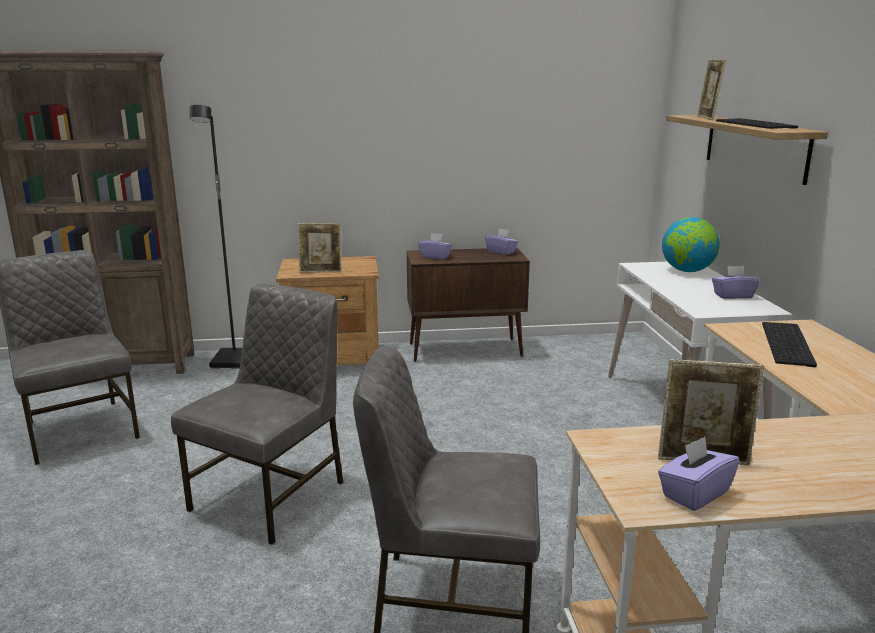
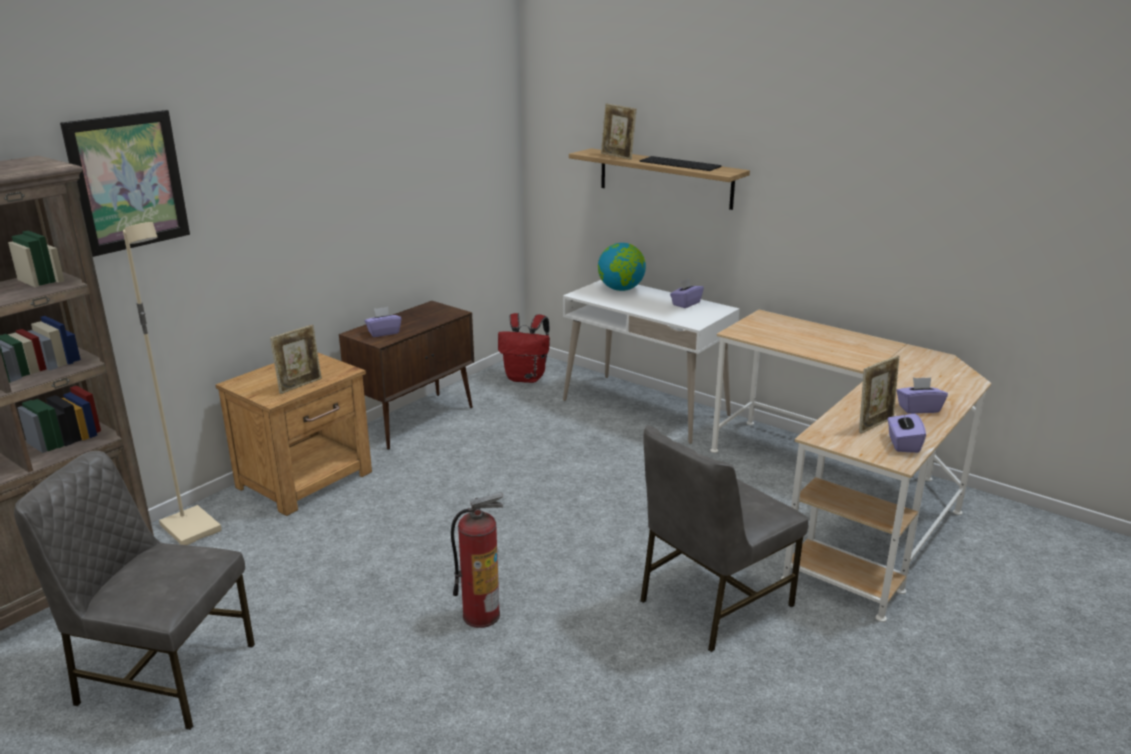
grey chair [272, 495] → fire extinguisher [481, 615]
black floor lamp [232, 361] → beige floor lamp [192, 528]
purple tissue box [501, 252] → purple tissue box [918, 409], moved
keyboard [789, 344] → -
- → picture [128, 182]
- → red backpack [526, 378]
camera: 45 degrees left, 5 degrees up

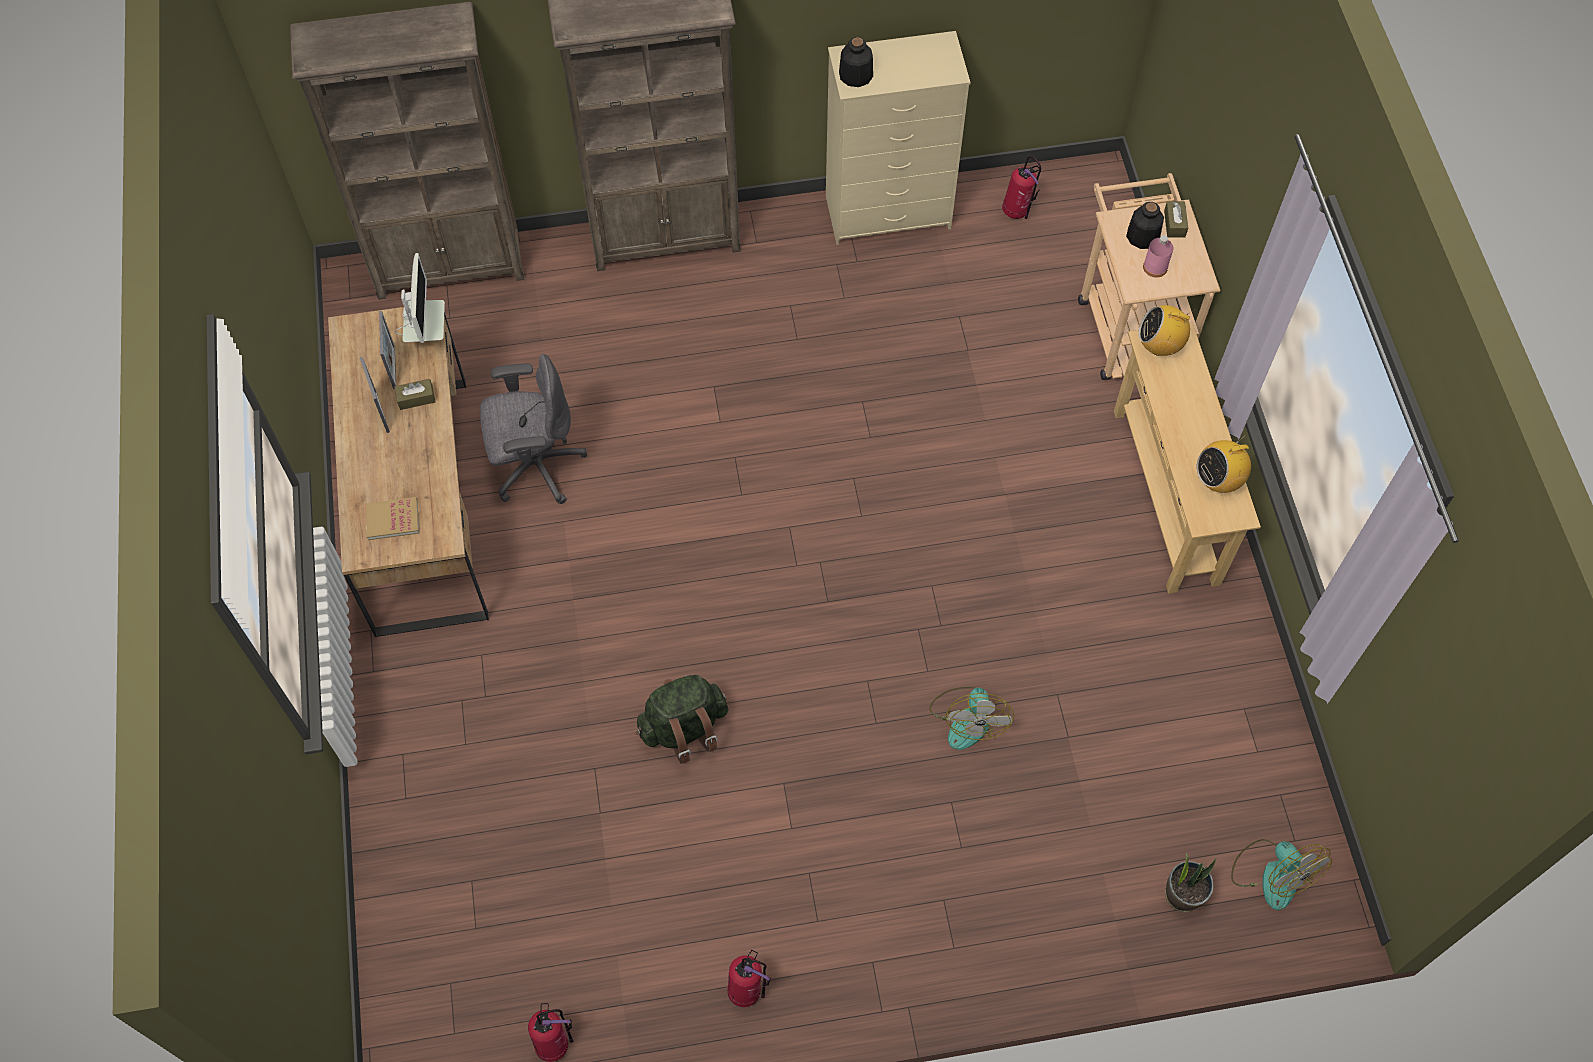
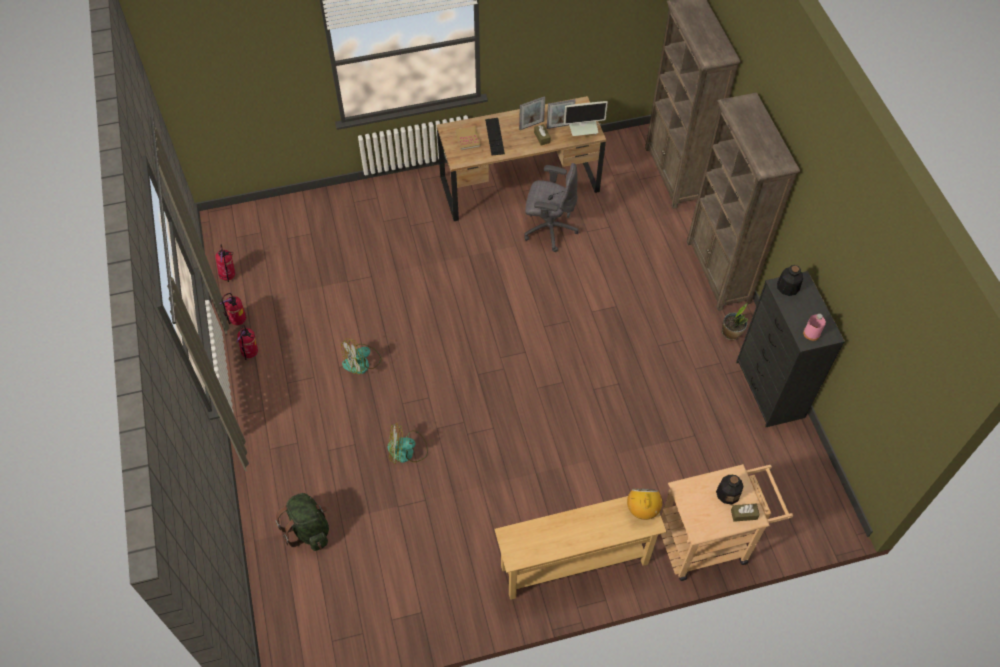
grey office chair [535, 466] → grey office chair [549, 229], 60 degrees counterclockwise
green backpack [684, 728] → green backpack [309, 529], moved
beige dresser [889, 212] → black dresser [770, 390]
fire extinguisher [1017, 212] → fire extinguisher [238, 321], moved
pink bottle [1155, 267] → pink bottle [811, 333], moved
potted plant [1183, 894] → potted plant [731, 333], moved
radio [1218, 480] → -
fan [1272, 873] → fan [362, 362], moved
- → keyboard [494, 136]
camera: 85 degrees right, 5 degrees down

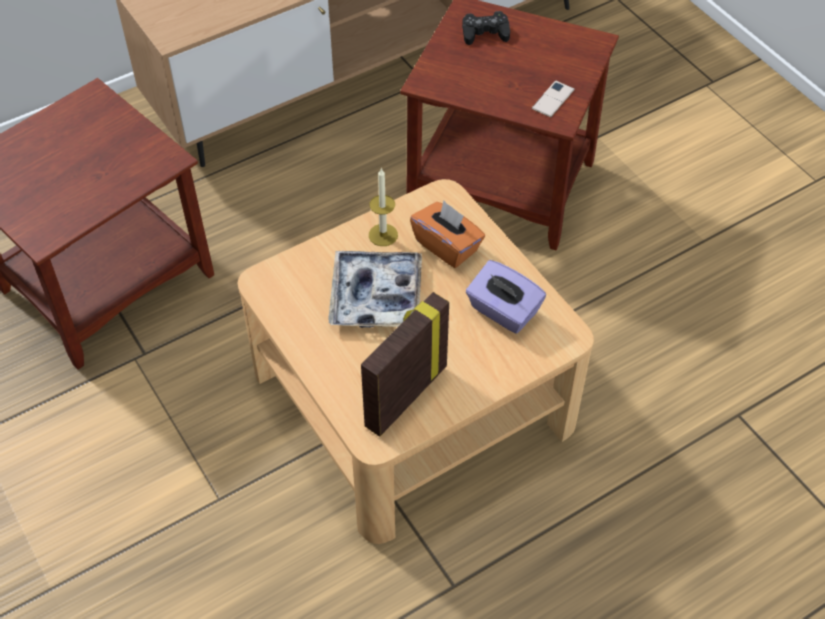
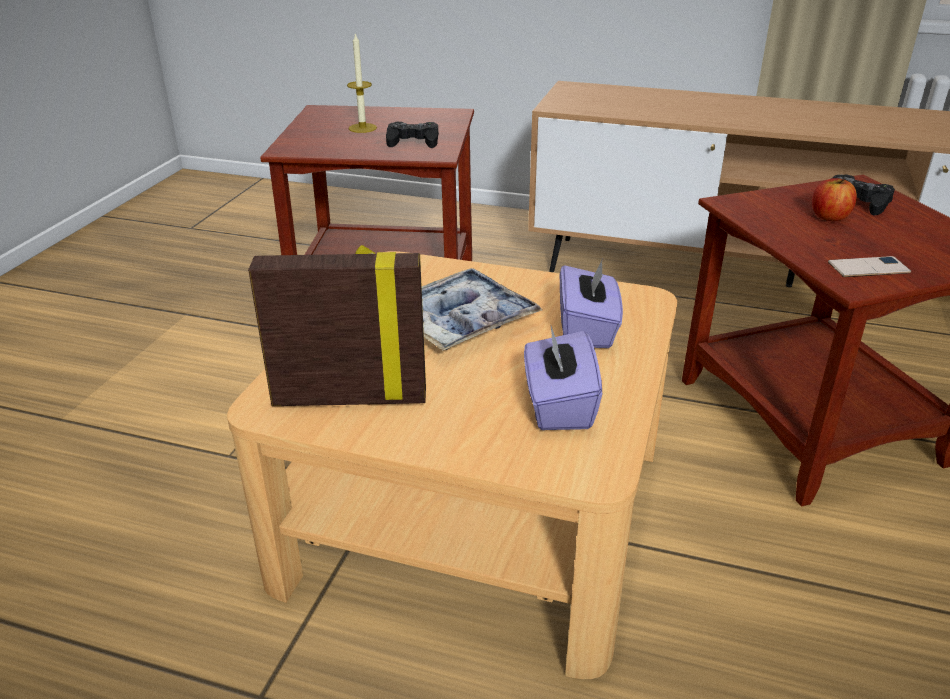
candle [383, 235] → candle [362, 128], moved
orange tissue box [447, 246] → purple tissue box [587, 329]
- → black game controller [413, 142]
- → apple [829, 217]
camera: 50 degrees right, 20 degrees down

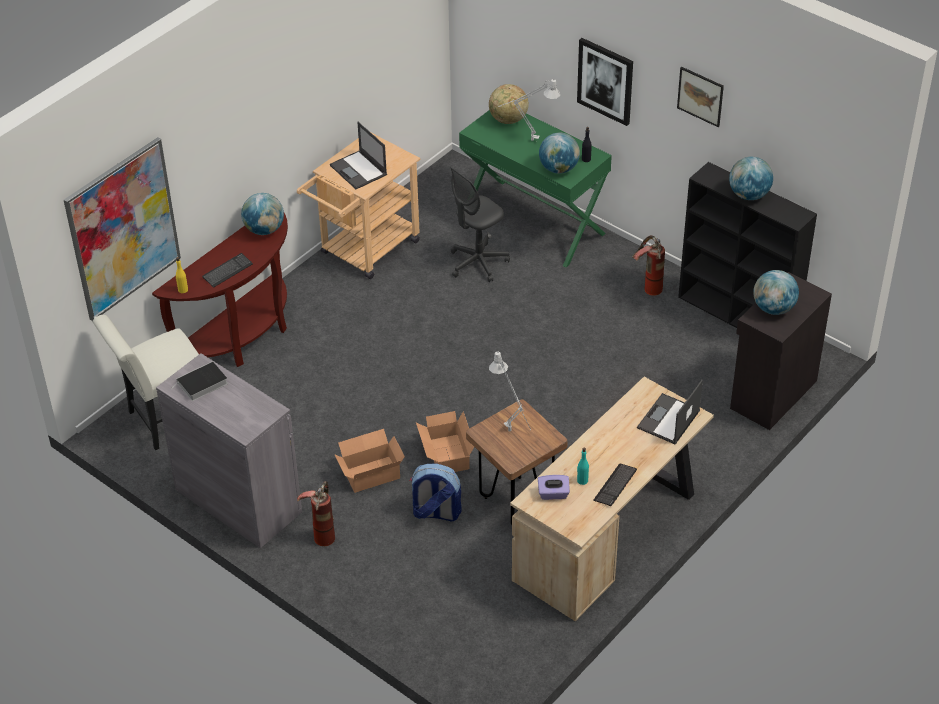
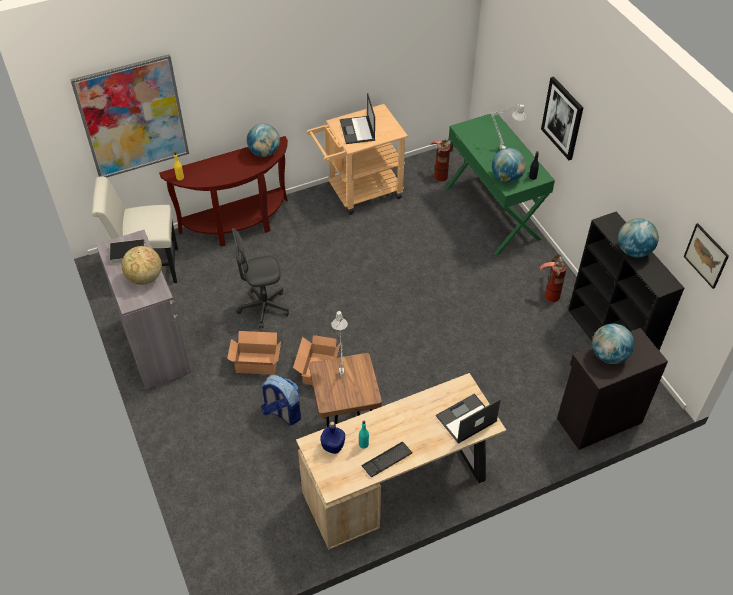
keyboard [227, 271] → -
fire extinguisher [323, 532] → fire extinguisher [441, 173], moved
grey office chair [478, 263] → grey office chair [263, 308], moved
globe [508, 120] → globe [145, 278], moved
purple tissue box [553, 494] → blue bottle [333, 446]
picture [700, 96] → picture [706, 255], moved
camera: 25 degrees right, 5 degrees up

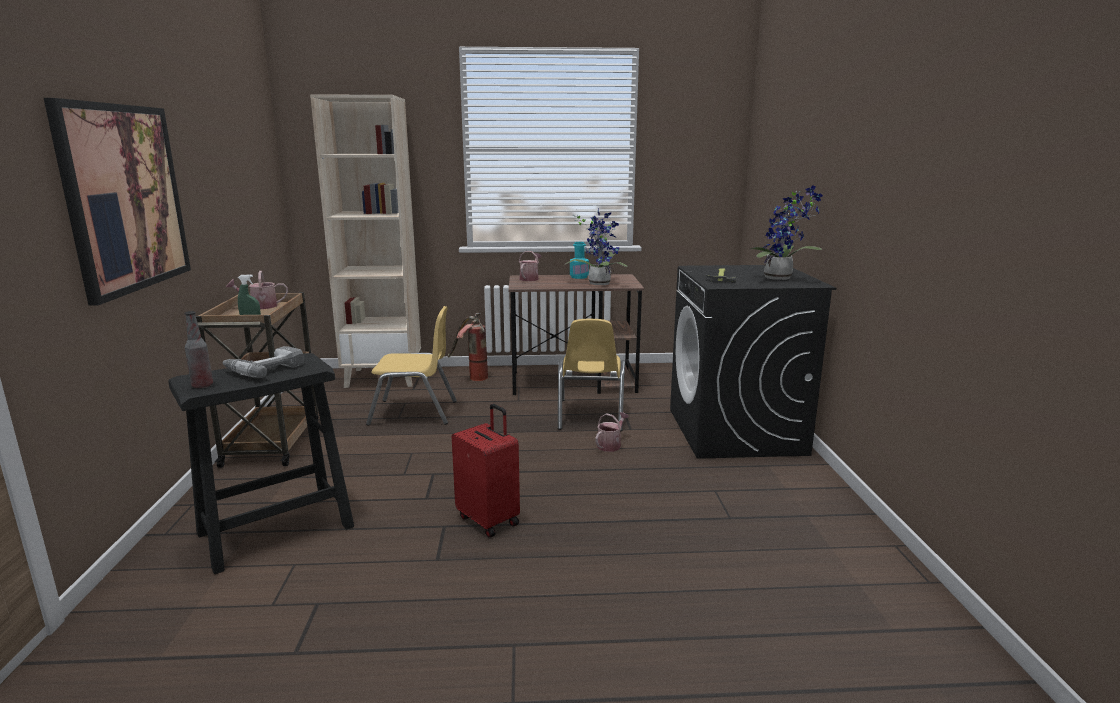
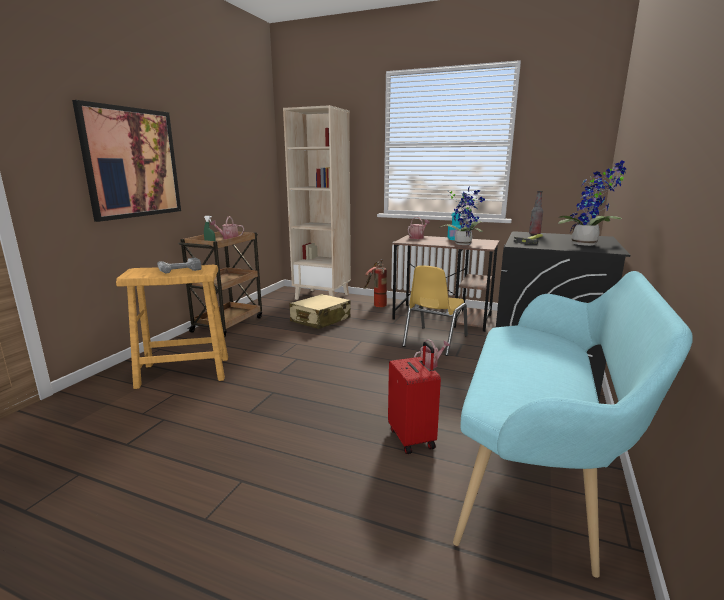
black stool [277, 529] → beige stool [185, 372]
bottle [202, 386] → bottle [534, 234], moved
yellow chair [414, 413] → beige suitcase [320, 320]
red suitcase [489, 520] → red suitcase [412, 438], moved
- → turquoise bench [540, 472]
camera: 25 degrees right, 0 degrees up

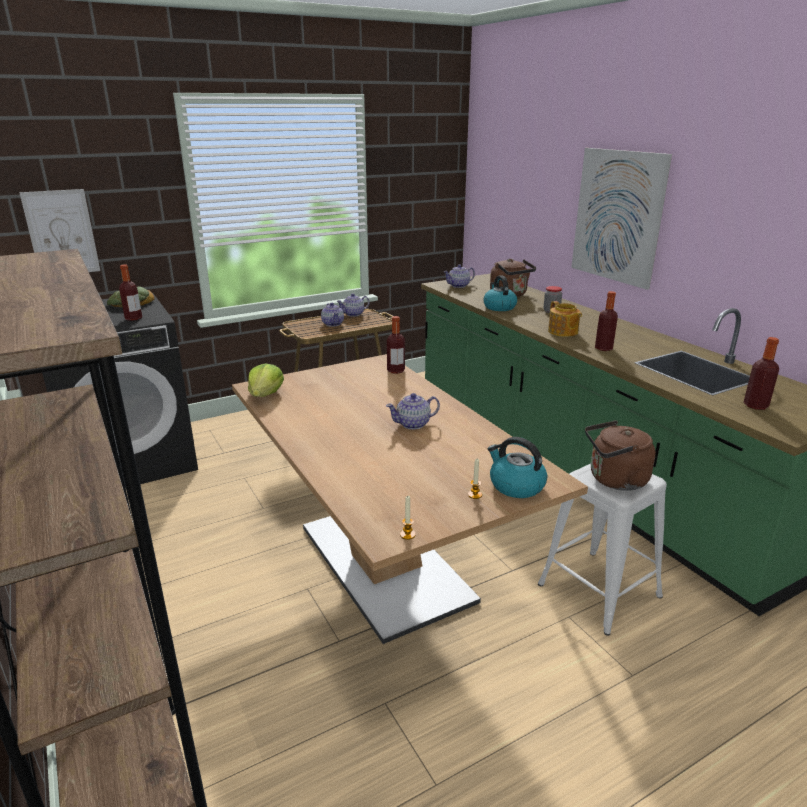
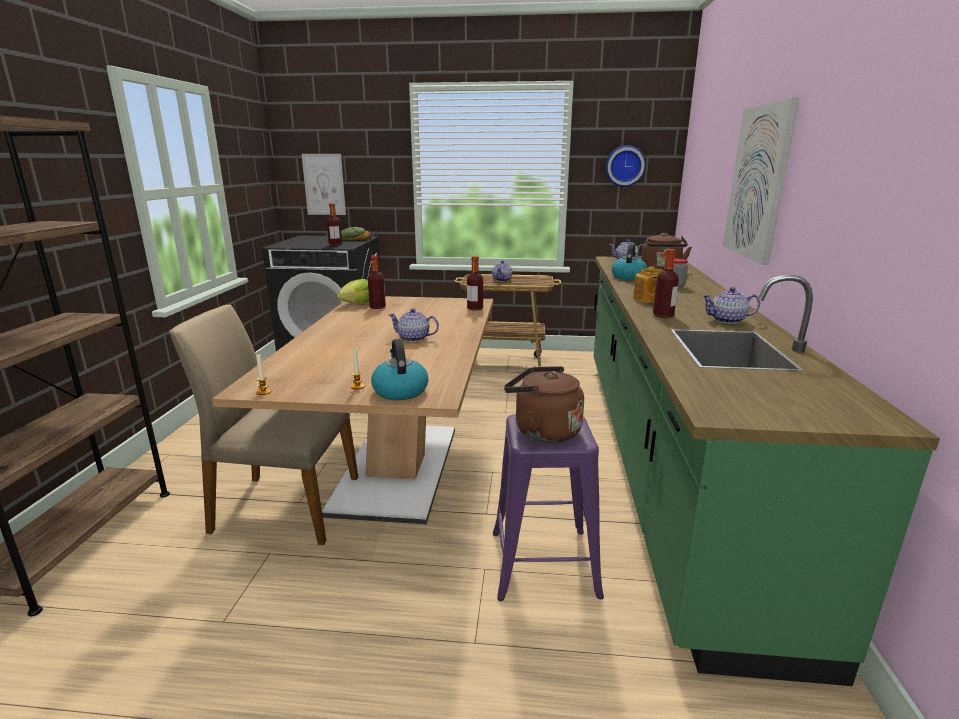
teapot [353, 314] → teapot [728, 320], moved
white stool [599, 590] → purple stool [544, 562]
bottle [755, 405] → bottle [377, 307], moved
- → beige chair [285, 506]
- → wall clock [624, 166]
camera: 35 degrees right, 5 degrees down

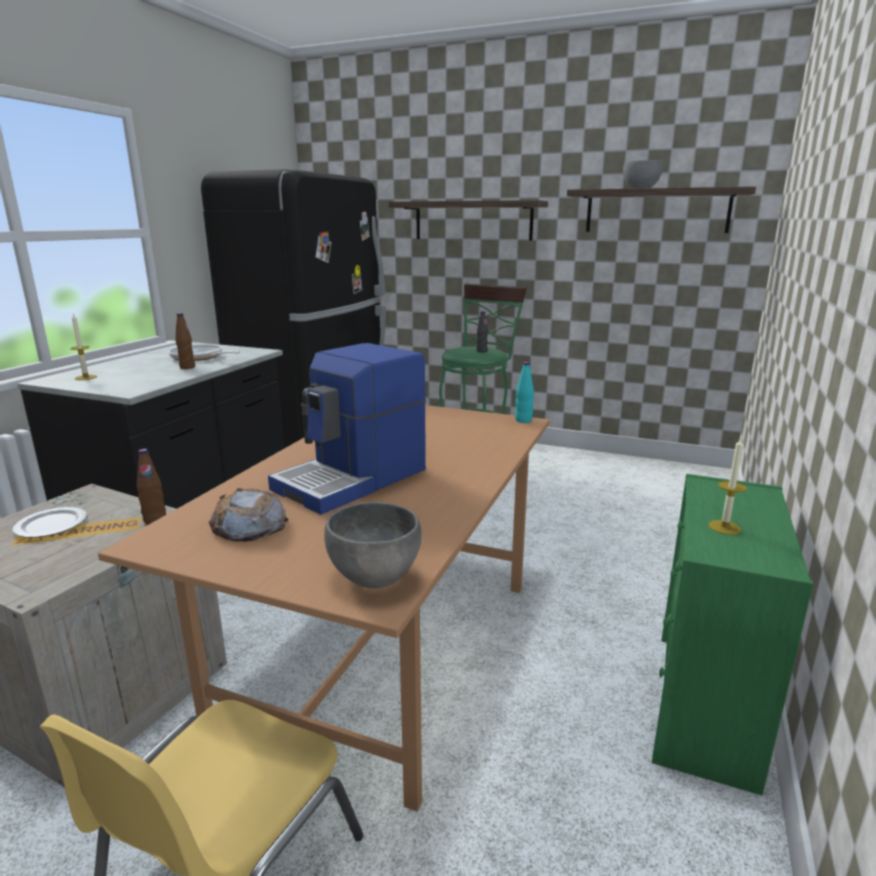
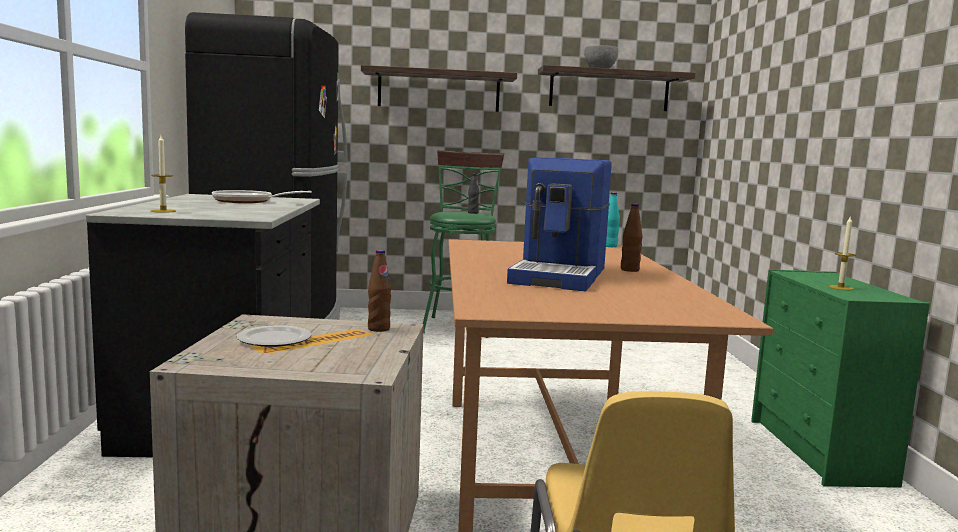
brown bottle [187, 367] → brown bottle [629, 270], moved
bread [248, 525] → -
grey bowl [375, 576] → -
camera: 25 degrees left, 10 degrees down

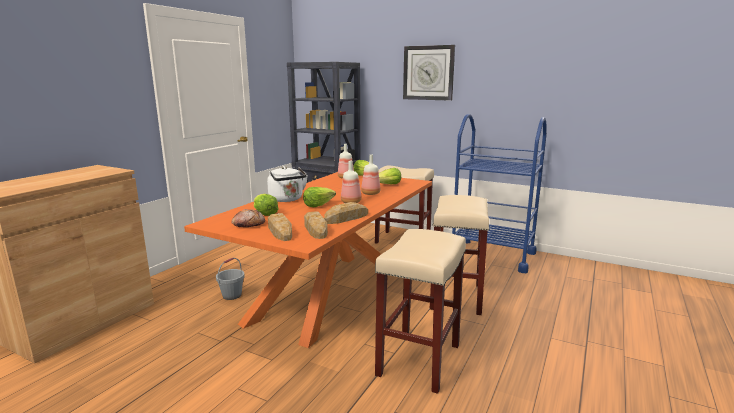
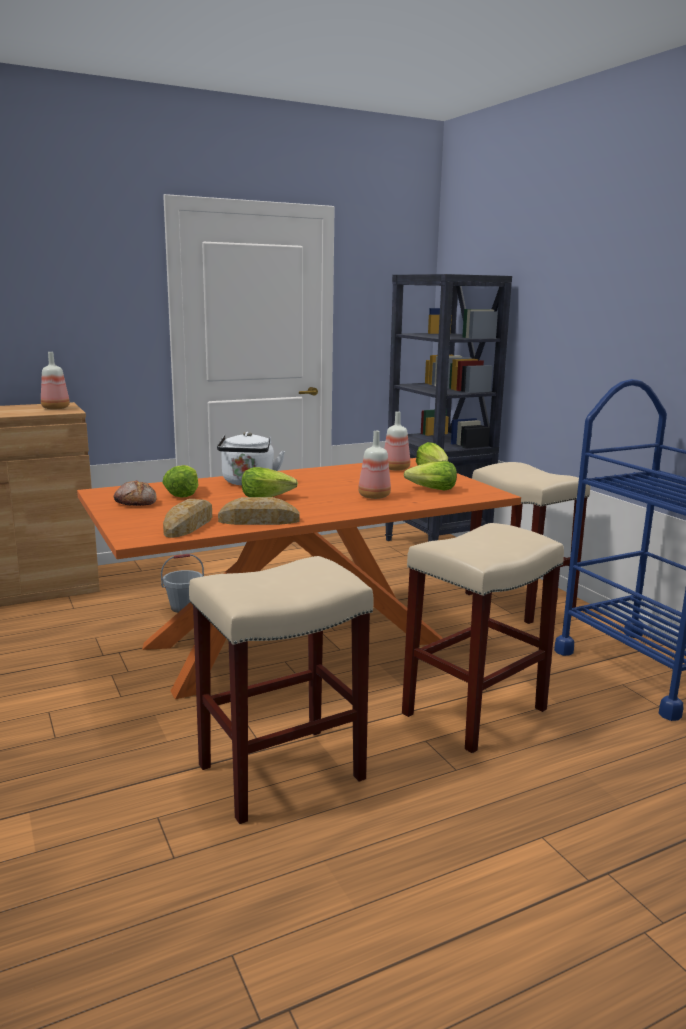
bread [280, 231] → -
bottle [351, 202] → bottle [56, 408], moved
wall clock [428, 73] → -
camera: 35 degrees right, 0 degrees up

